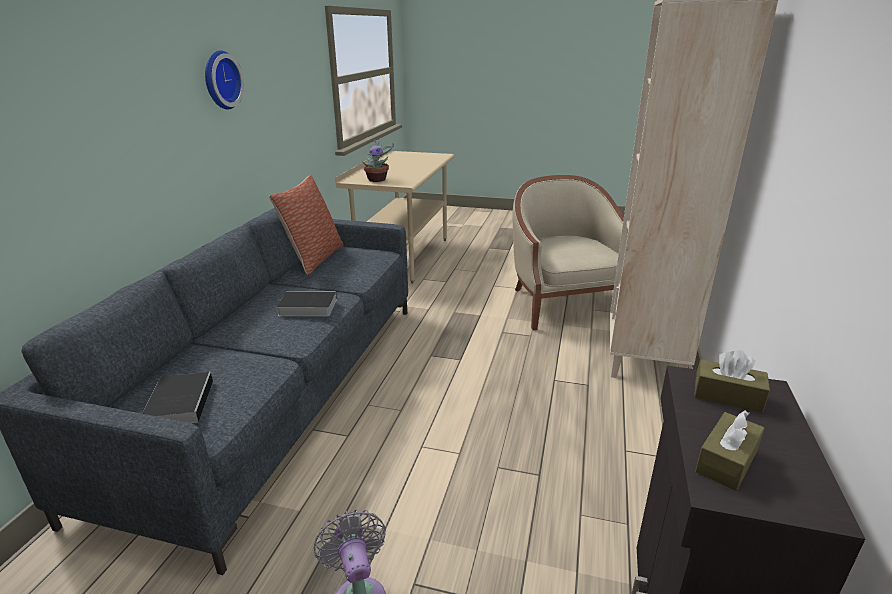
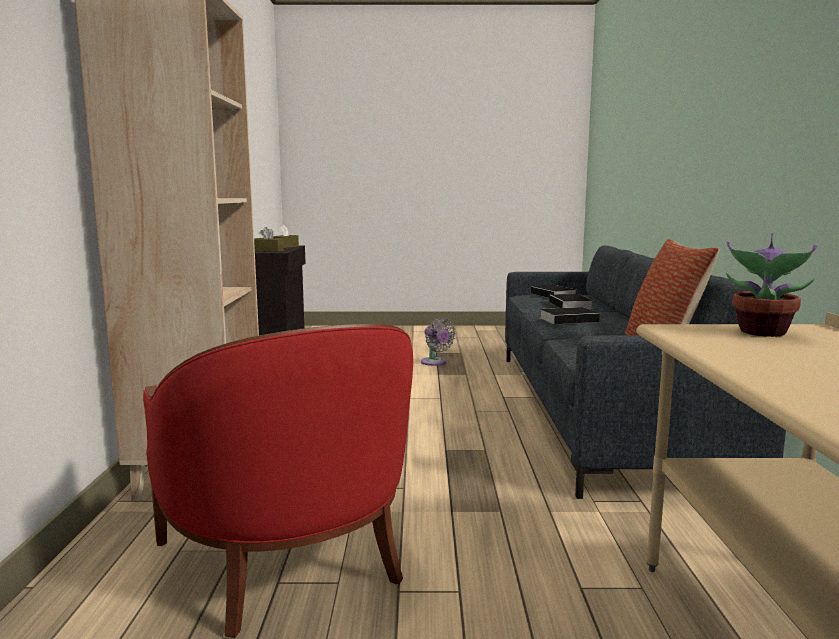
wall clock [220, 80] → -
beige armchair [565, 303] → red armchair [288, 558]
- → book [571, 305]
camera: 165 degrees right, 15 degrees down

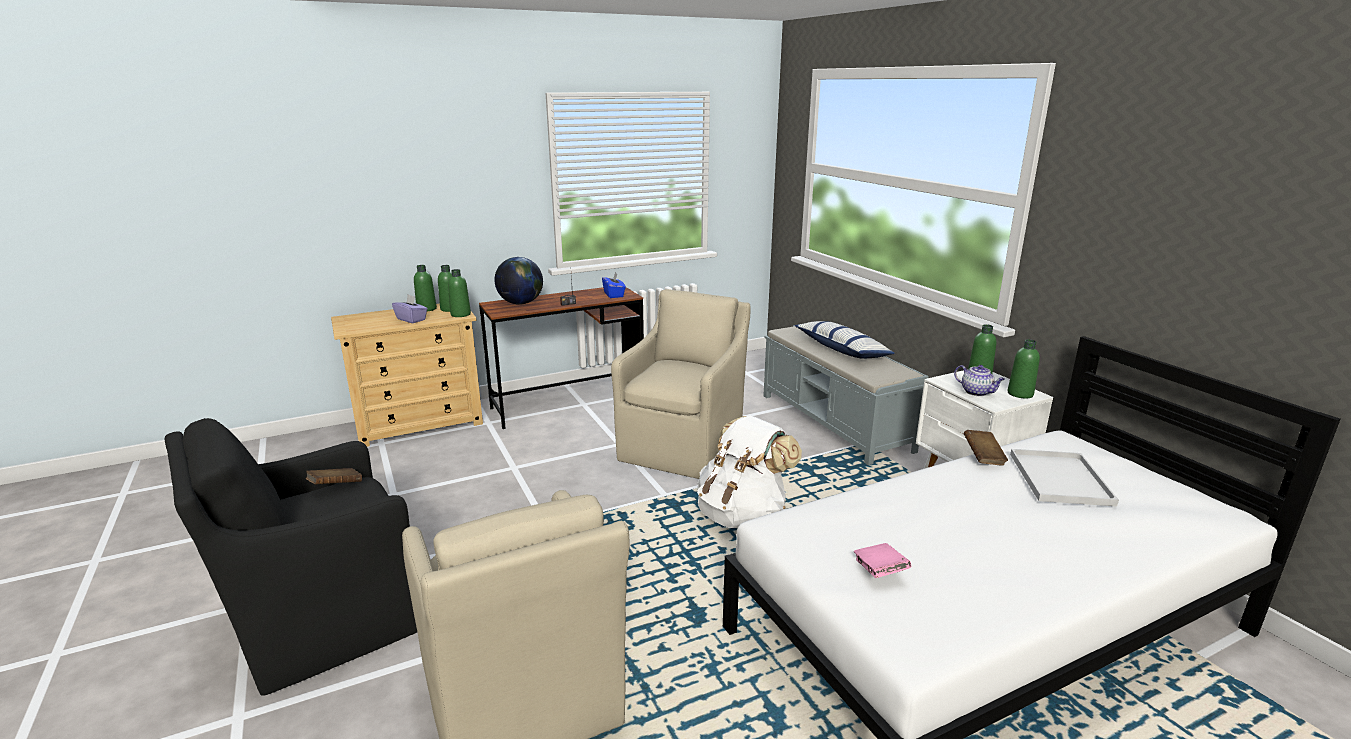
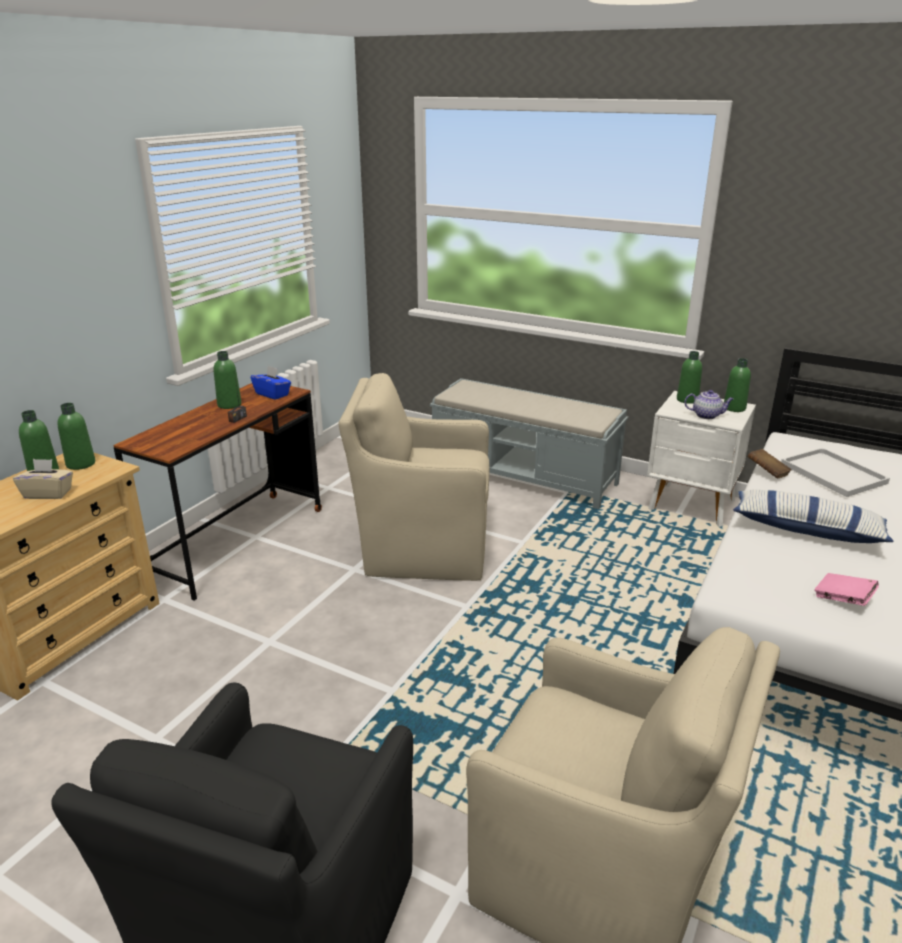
brown book [336, 487] → -
purple tissue box [411, 319] → beige tissue box [48, 493]
green bottle [460, 314] → green bottle [229, 405], moved
globe [520, 303] → -
beige armchair [683, 446] → beige armchair [422, 548], 75 degrees counterclockwise
white backpack [743, 515] → -
pillow [842, 350] → pillow [806, 530], moved
camera: 35 degrees left, 5 degrees up

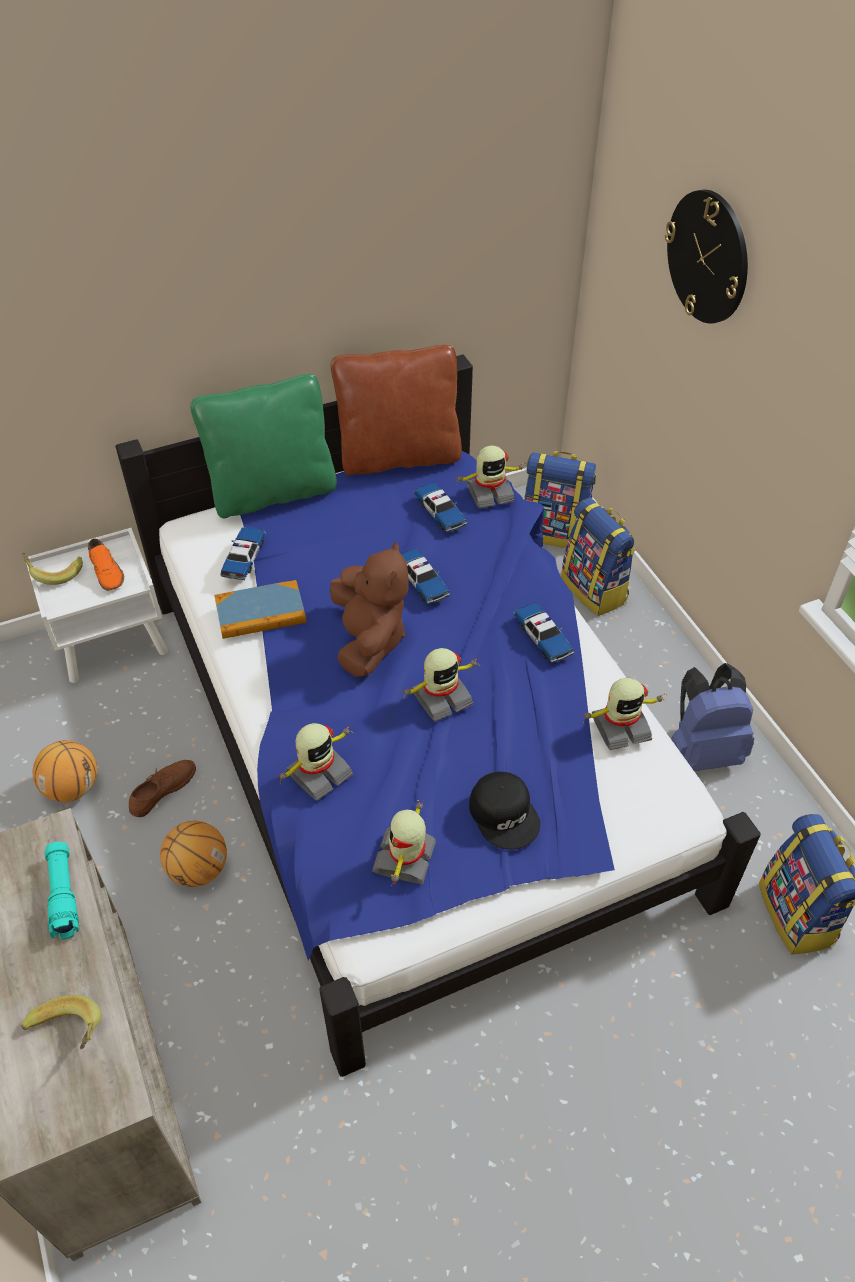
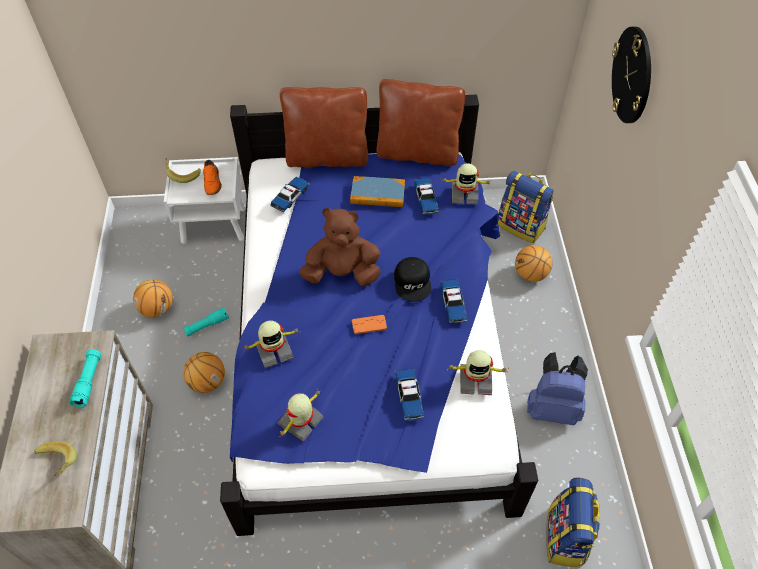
brown shoe [162, 789] → turquoise flashlight [207, 325]
green pillow [273, 492] → brown pillow [327, 157]
book [260, 613] → book [377, 194], moved
brown plush toy [369, 640] → brown plush toy [342, 273], 105 degrees counterclockwise
toy car [422, 581] → toy car [409, 396], moved
toy robot [441, 697] → orange game controller [369, 325]
black cap [505, 814] → black cap [413, 282], moved
backpack [595, 589] → basketball [530, 274]
camera: 20 degrees right, 5 degrees up

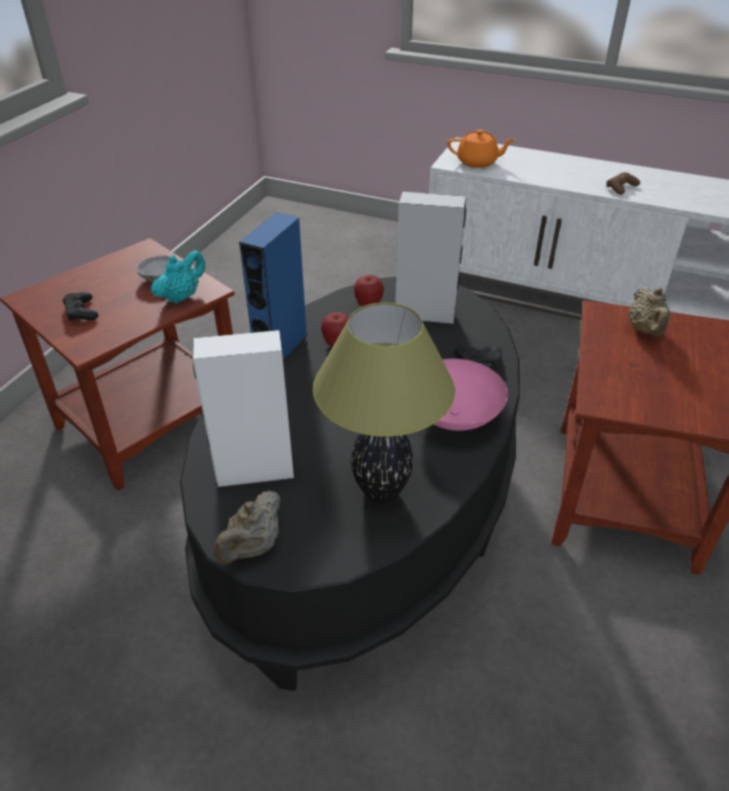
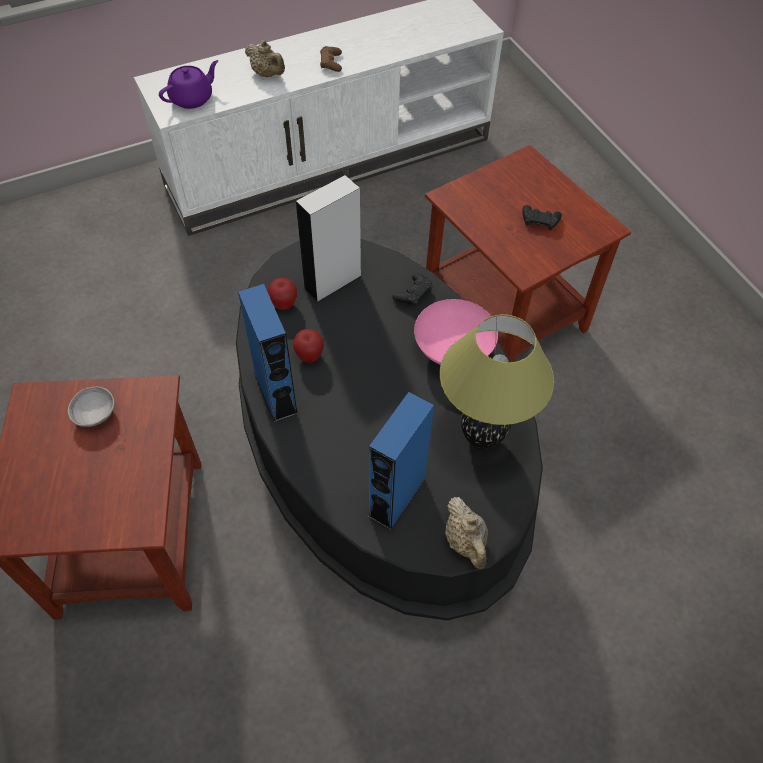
black game controller [81, 312] → black game controller [540, 220], moved
turquoise teapot [182, 297] → -
white speaker [255, 472] → blue speaker [397, 497]
orange teapot [478, 162] → purple teapot [192, 98]
beige teapot [645, 330] → beige teapot [267, 74], moved
camera: 50 degrees left, 15 degrees up

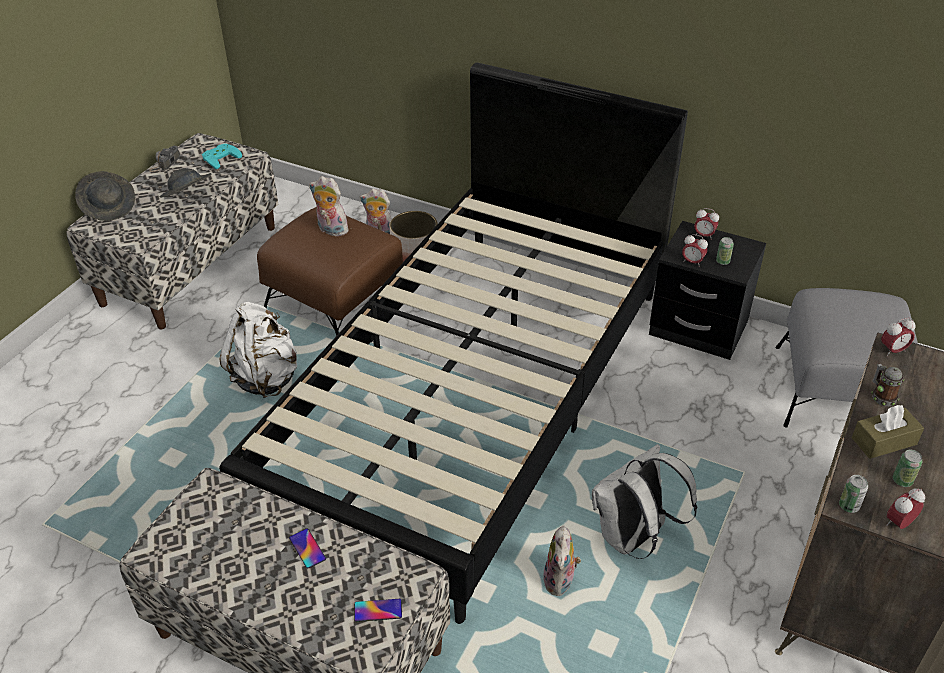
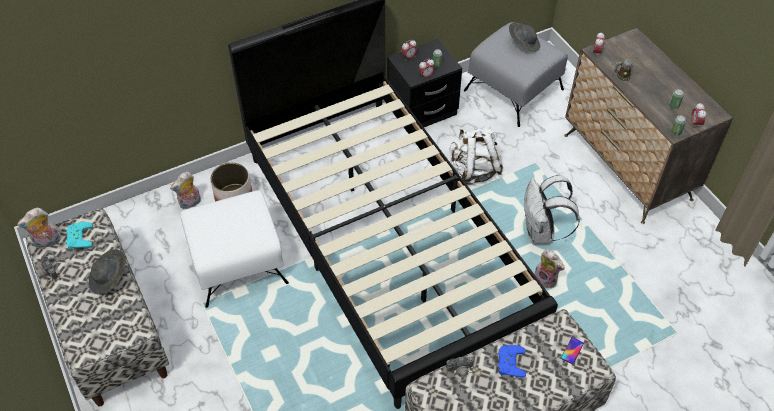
grey hat [109, 207] → grey hat [523, 44], moved
white backpack [266, 377] → white backpack [473, 170], moved
brown ottoman [336, 303] → white ottoman [238, 263]
phone [307, 548] → blue game controller [509, 362]
plush toy [331, 230] → plush toy [47, 243], moved
brown tissue box [884, 441] → -
- → photo camera [463, 370]
camera: 55 degrees left, 10 degrees up

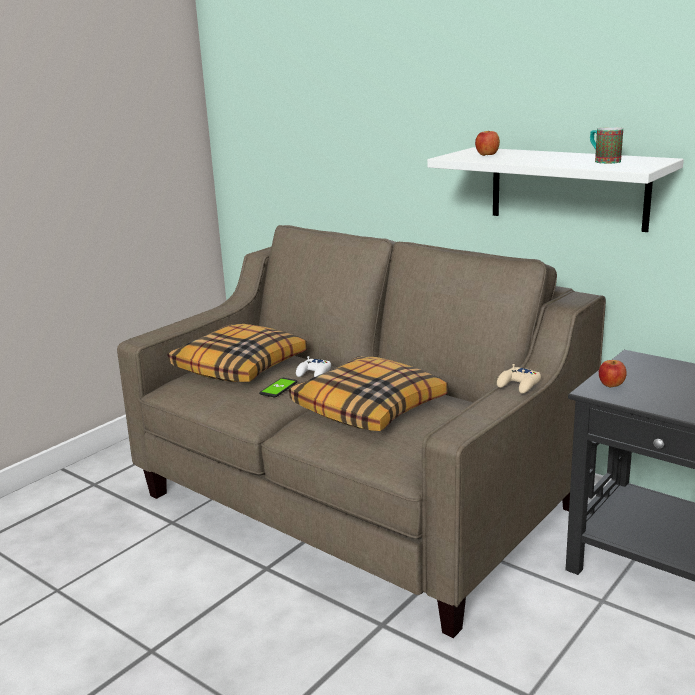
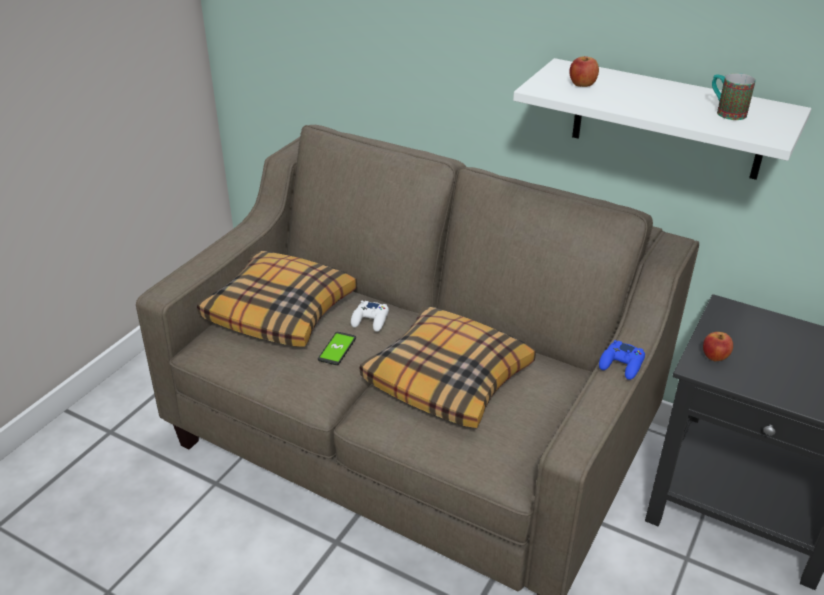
beige game controller [519, 385] → blue game controller [621, 364]
camera: 10 degrees left, 15 degrees up

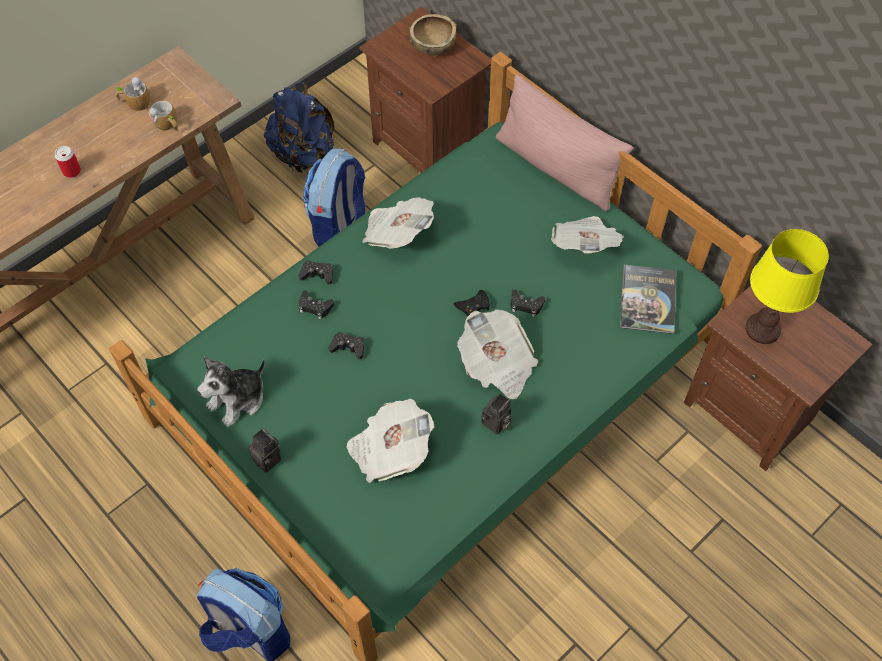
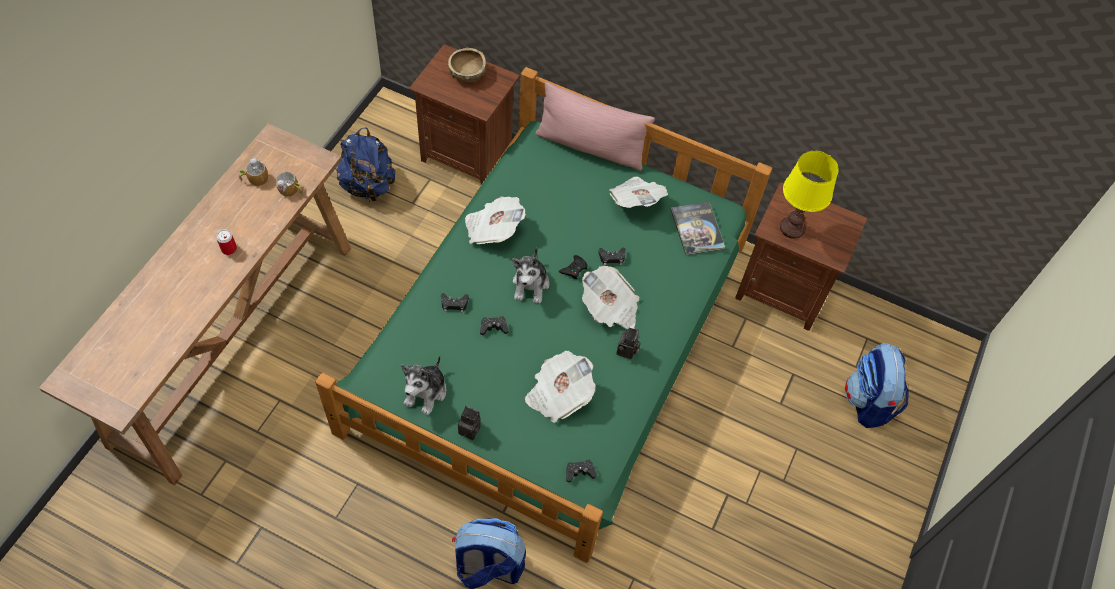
black game controller [317, 275] → black game controller [579, 472], moved
backpack [339, 225] → backpack [868, 402], moved
- → plush toy [531, 284]
camera: 25 degrees left, 0 degrees up

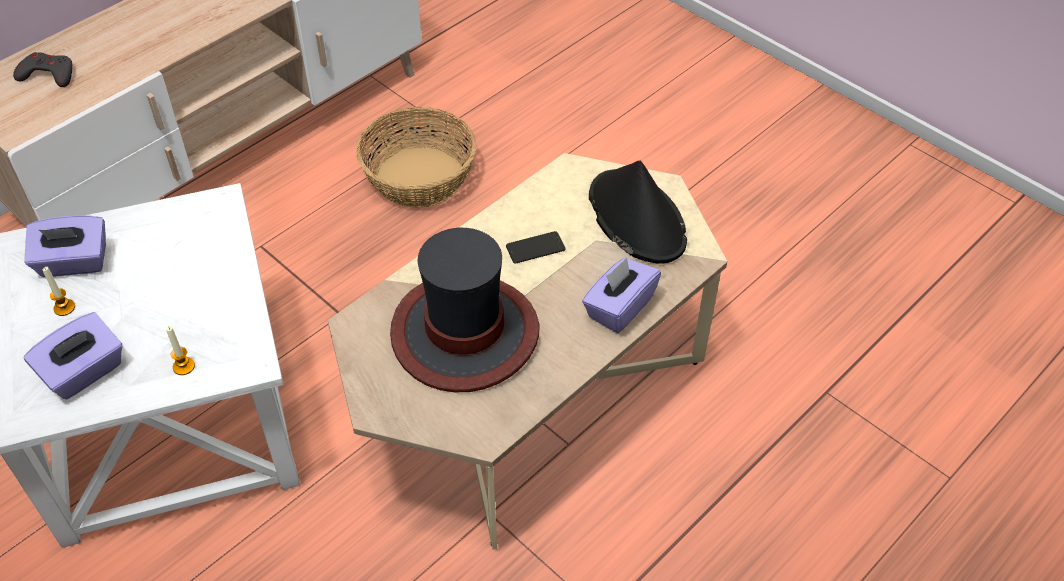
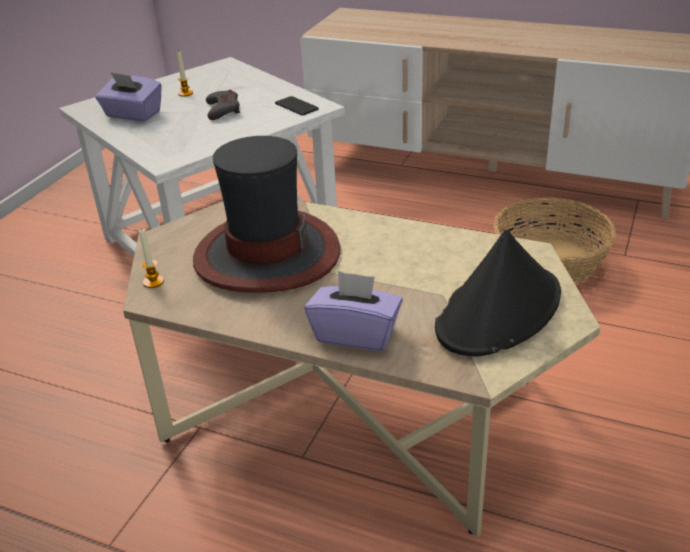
grey game controller [48, 74] → grey game controller [223, 110], moved
purple tissue box [74, 263] → -
candle [184, 366] → candle [153, 282], moved
phone [535, 248] → phone [296, 106], moved
camera: 70 degrees right, 15 degrees down

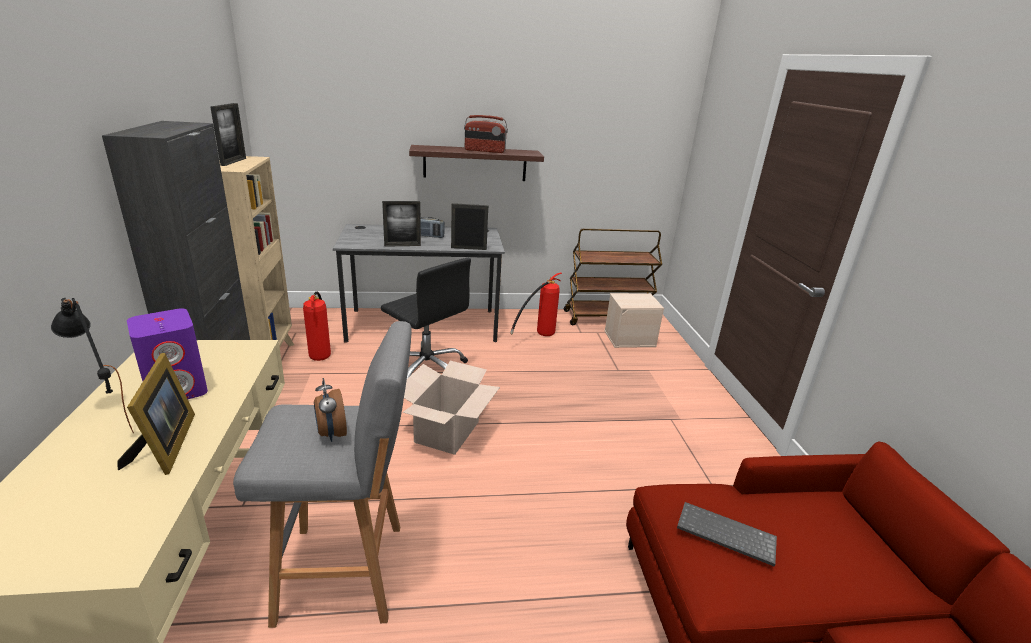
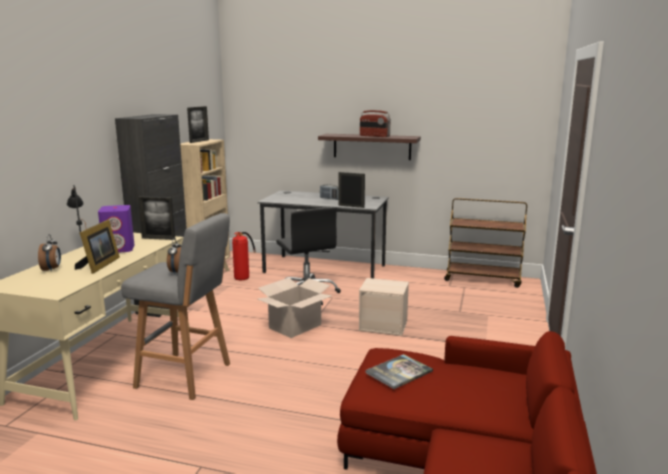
picture frame [402, 245] → picture frame [158, 238], moved
fire extinguisher [538, 336] → -
beige storage box [630, 338] → beige storage box [384, 325], moved
keyboard [724, 535] → book [399, 372]
- → alarm clock [52, 269]
camera: 25 degrees right, 10 degrees down

